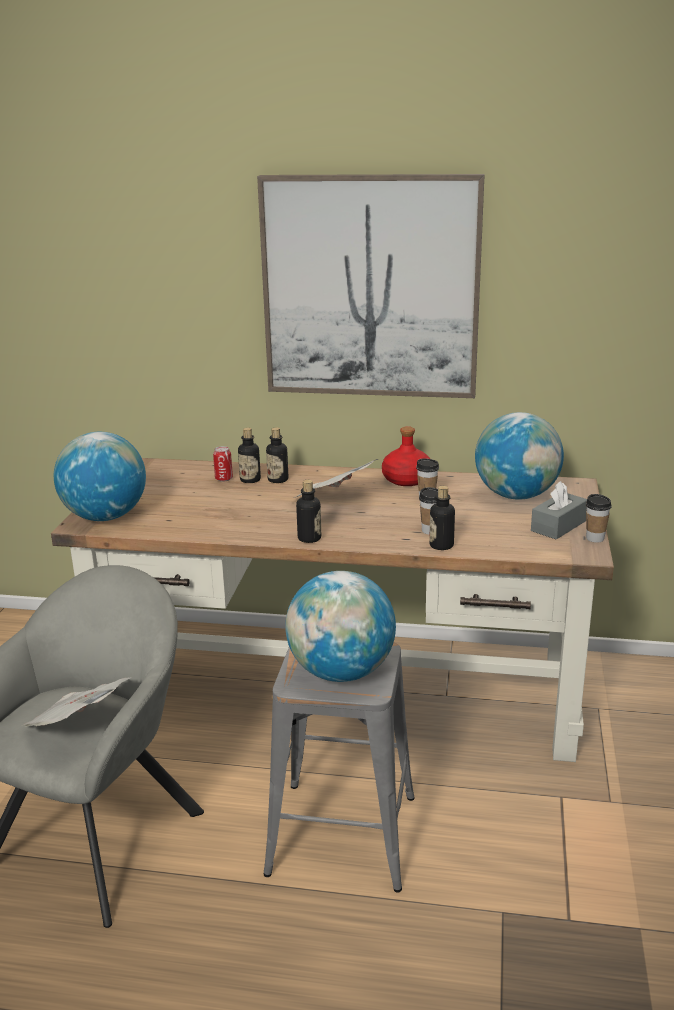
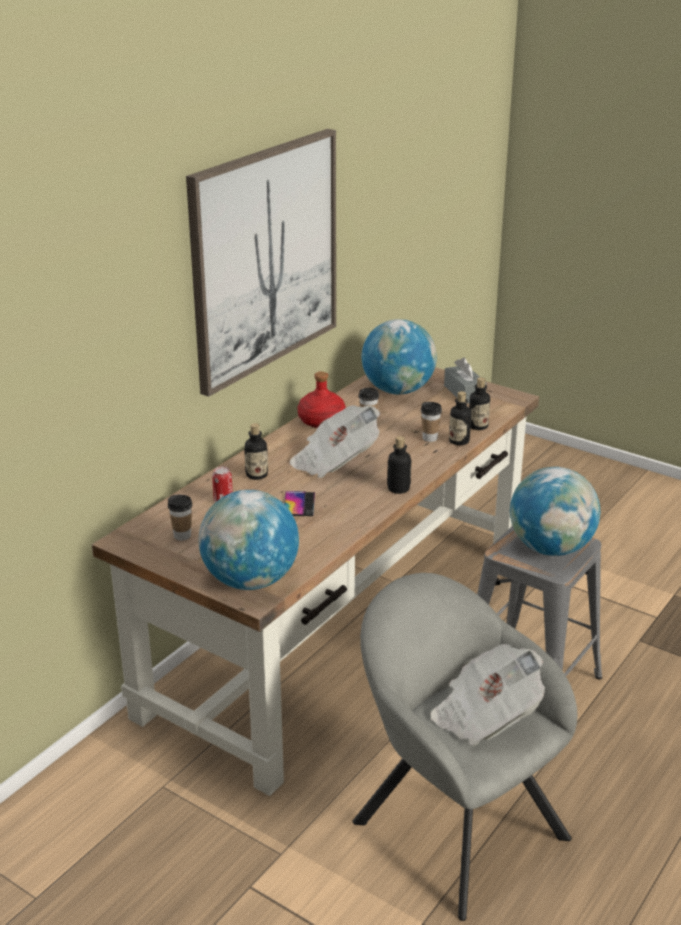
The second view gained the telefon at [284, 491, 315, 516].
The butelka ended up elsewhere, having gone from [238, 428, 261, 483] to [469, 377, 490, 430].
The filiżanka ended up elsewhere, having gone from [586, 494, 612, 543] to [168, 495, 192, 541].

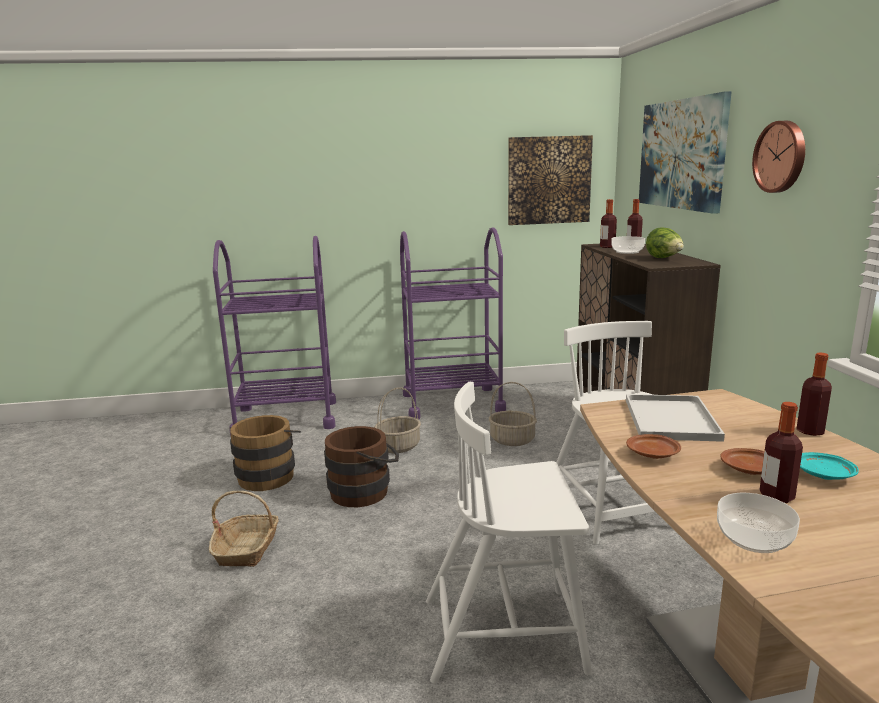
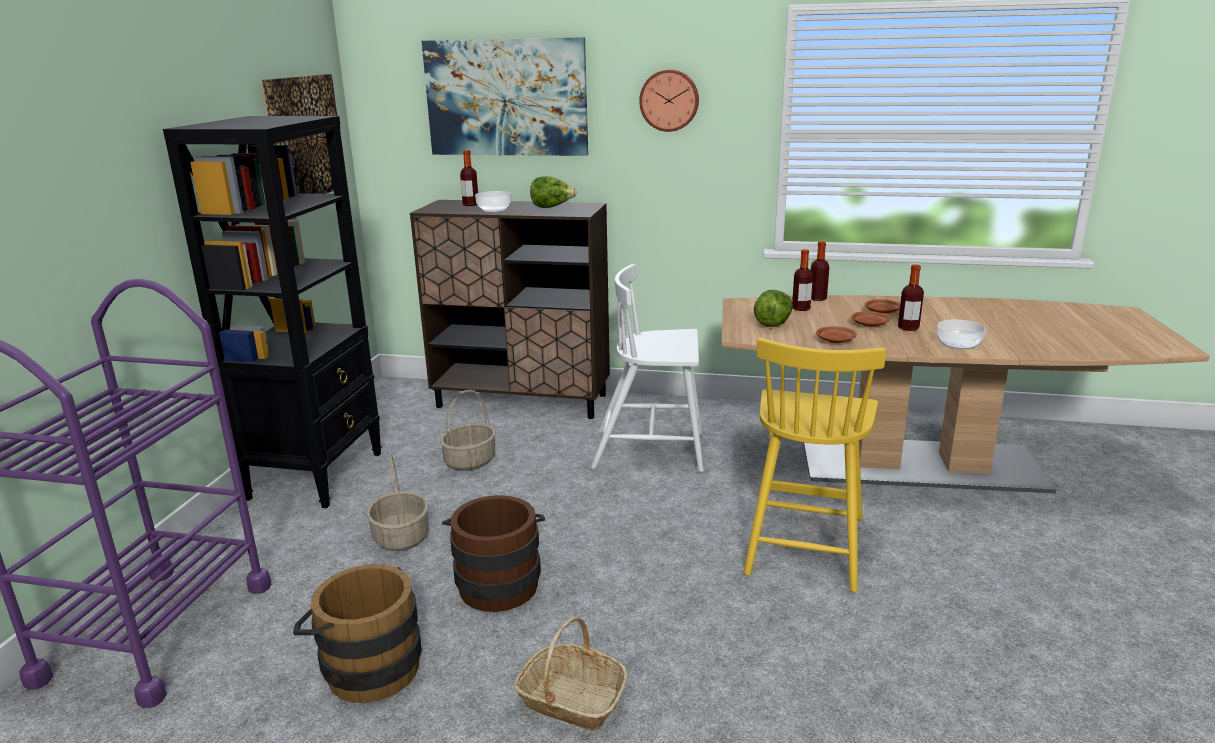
The butelka ended up elsewhere, having gone from [600, 199, 617, 248] to [792, 249, 813, 311].
Where the wózek [fioletowy] stood at [400, 228, 506, 419], the regał [czarny] came to stand at [163, 116, 382, 508].
Where the taca [biały] stood at [626, 394, 725, 442], the sałata came to stand at [754, 290, 793, 327].
What was the krzesło [biały] at [426, 382, 592, 684] turned into the krzesło [żółty] at [744, 338, 886, 592].
What was the talerz [turkusowy] at [800, 452, 859, 480] turned into the talerz [brązowy] at [865, 299, 900, 314].

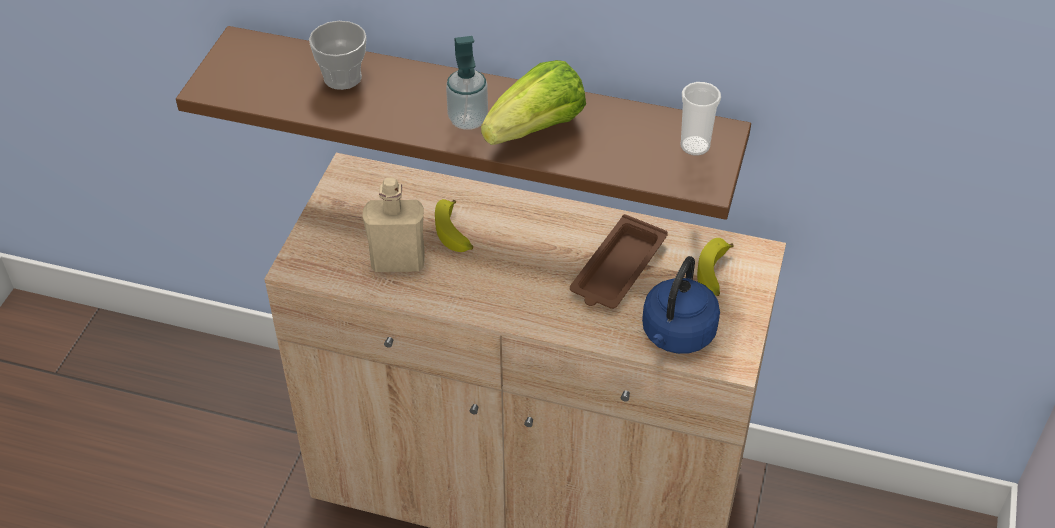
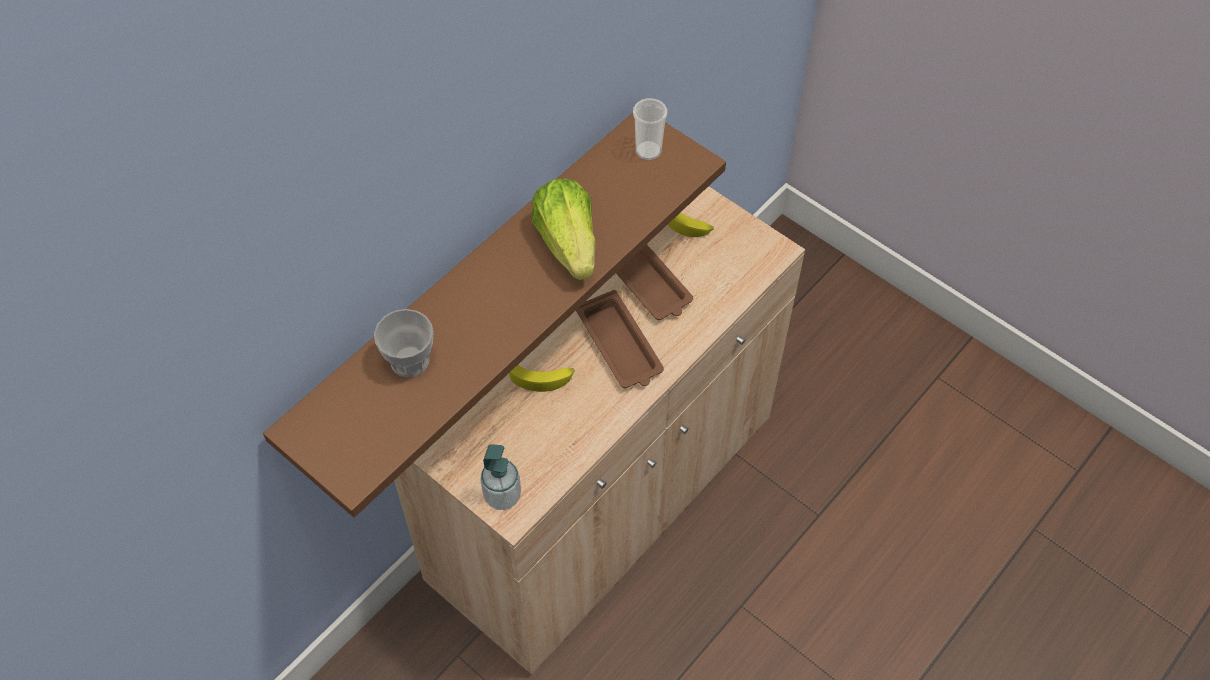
The second view lost the butelka [beżowy] at [362, 178, 425, 272].
The second view lost the czajnik [niebieski] at [642, 256, 720, 354].
The second view gained the taca [brązowy] at [576, 290, 664, 388].
The dozownik mydła ended up elsewhere, having gone from [446, 36, 488, 130] to [480, 444, 521, 510].

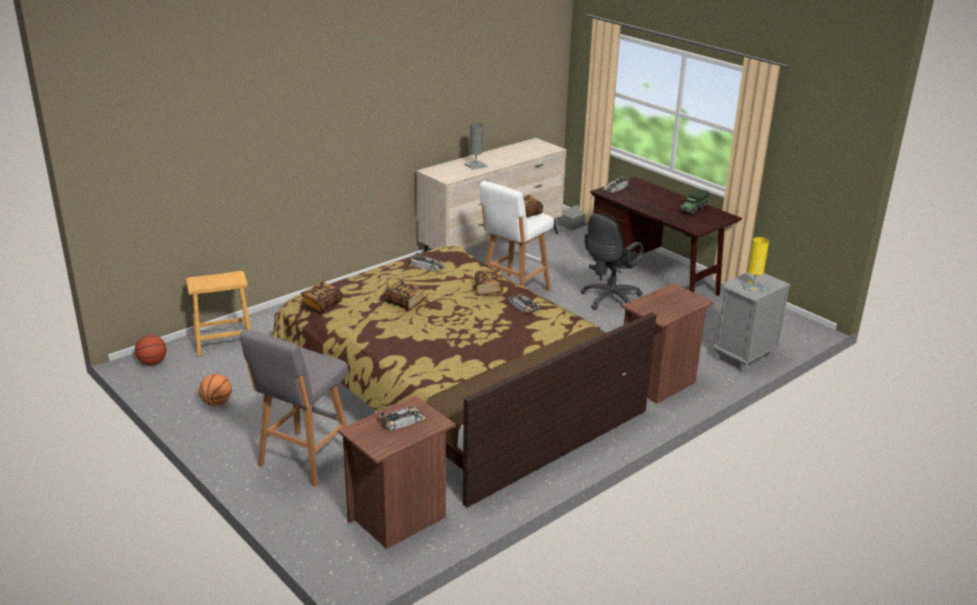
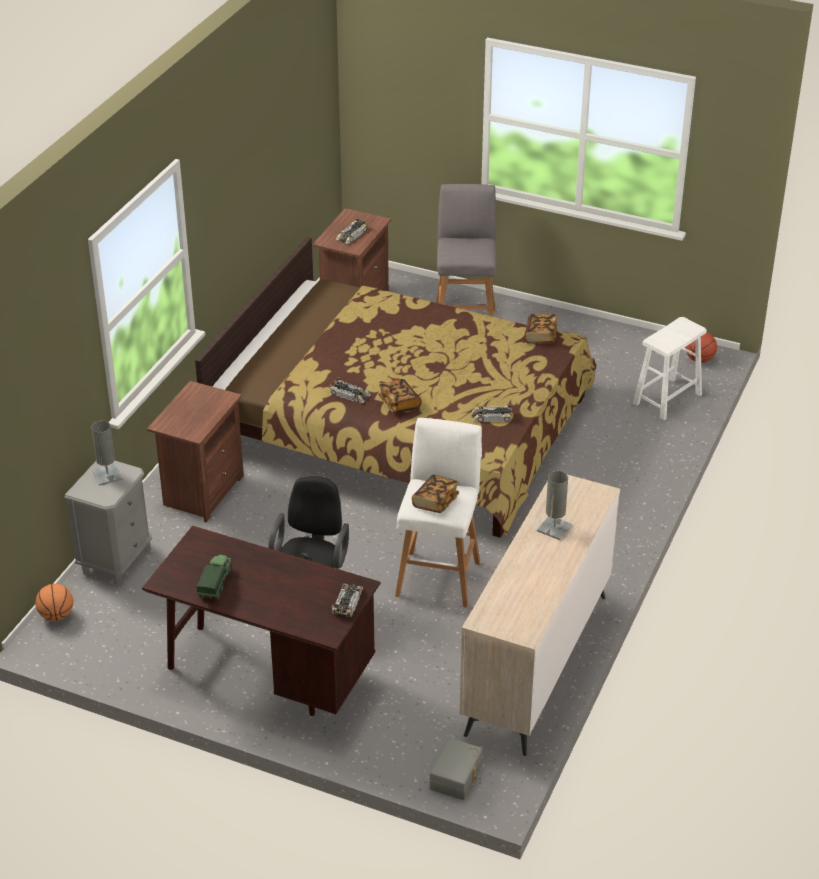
The second view lost the książka at [384, 280, 426, 311].
The piłka do koszykówki ended up elsewhere, having gone from [199, 374, 232, 406] to [35, 584, 73, 621].
What was the stołek [brązowy] at [186, 271, 251, 356] turned into the stołek [biały] at [633, 317, 707, 420].
What was the lampa stołowa [żółty] at [741, 237, 769, 292] turned into the lampa stołowa [szary] at [91, 421, 123, 486].

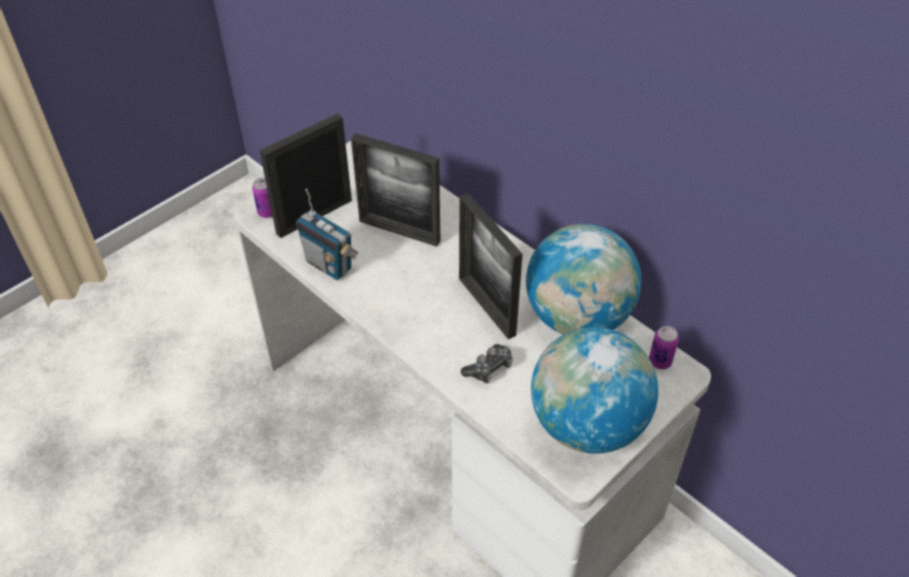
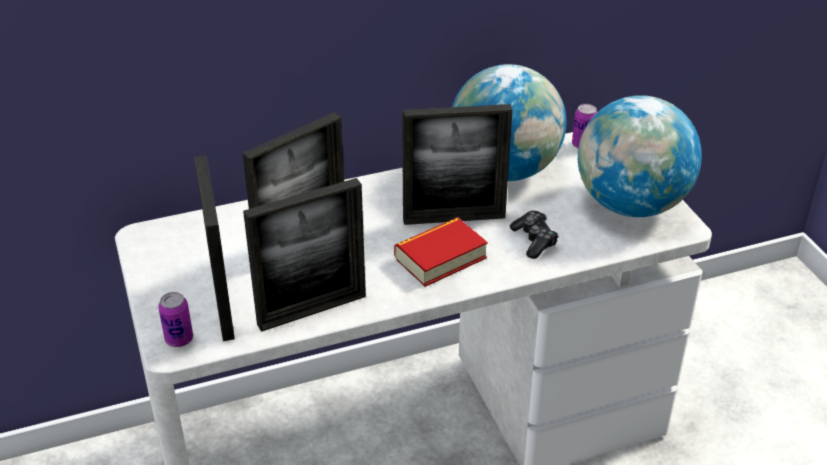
The second view gained the książka at [394, 217, 488, 287].
Where the radio stood at [296, 189, 359, 280], the ramka na zdjęcie came to stand at [243, 178, 366, 332].

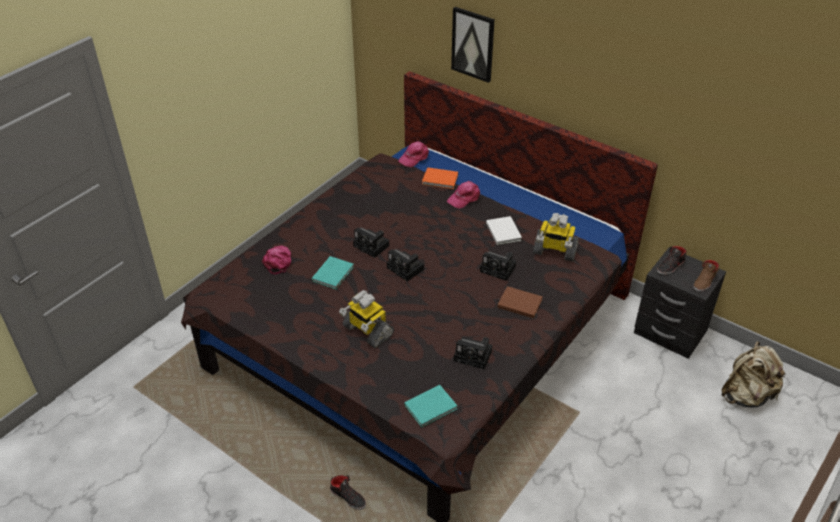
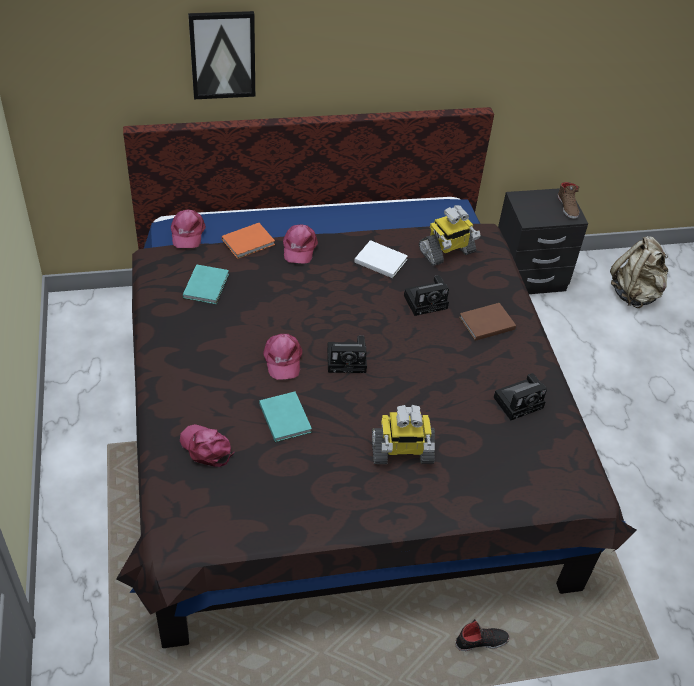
The second view lost the but [czarny] at [657, 246, 687, 275].
The książka [turkusowy] ended up elsewhere, having gone from [404, 385, 457, 427] to [183, 264, 229, 304].
Where the aparat fotograficzny stood at [353, 227, 389, 258], the czapka z daszkiem [różowy] came to stand at [263, 334, 303, 380].

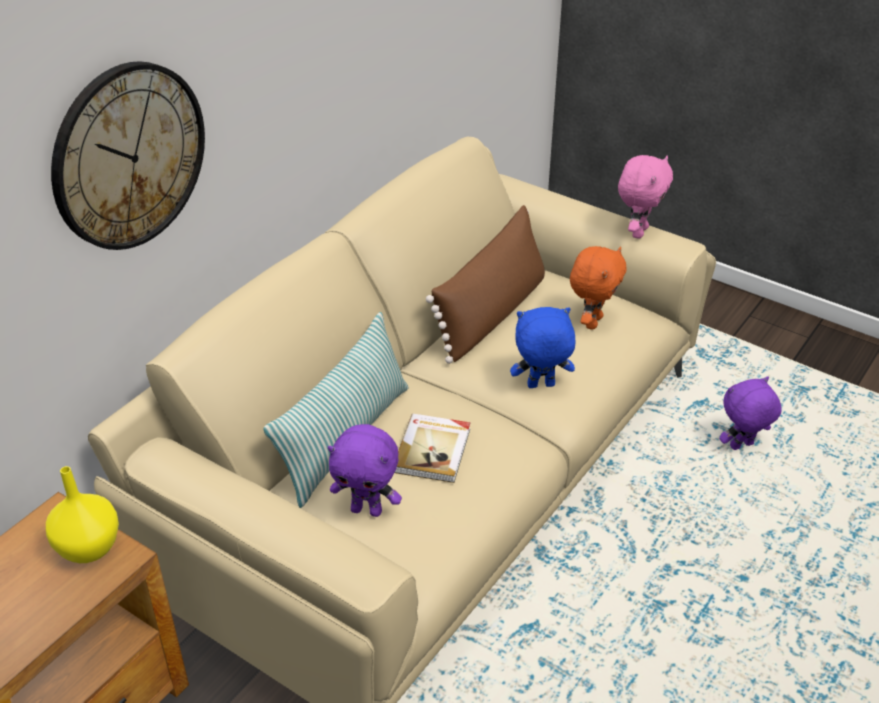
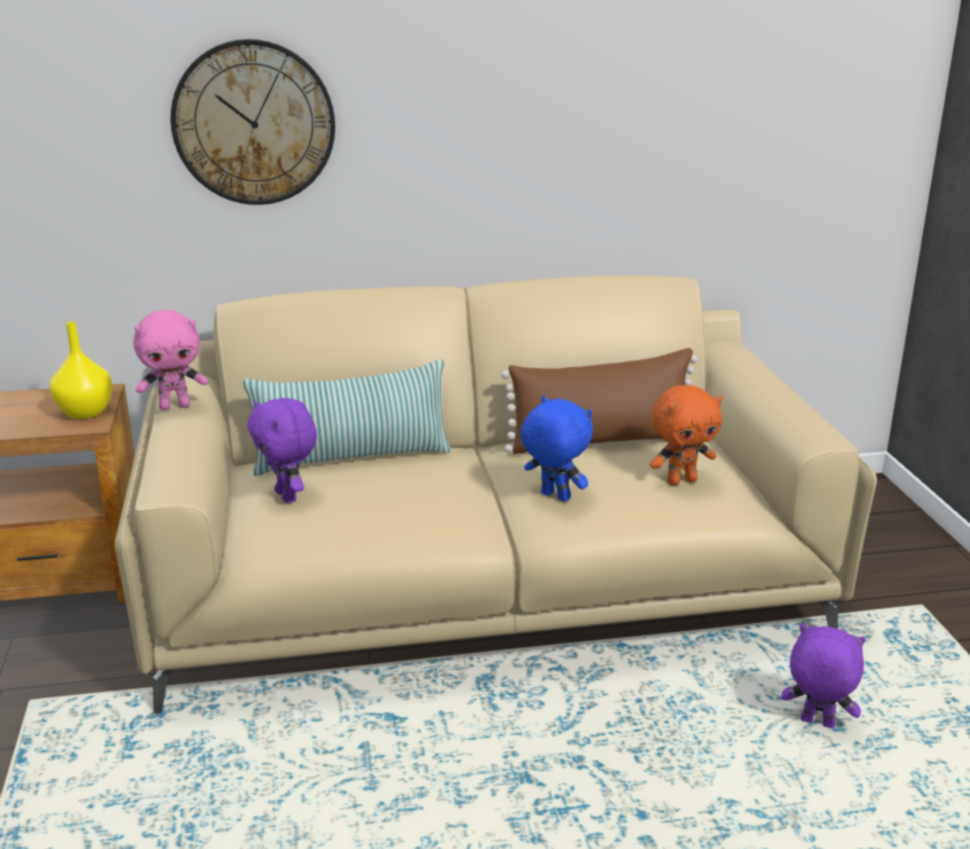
The second view lost the książka at [394, 414, 471, 483].
The pluszak [różowy] ended up elsewhere, having gone from [618, 155, 673, 239] to [133, 310, 208, 410].

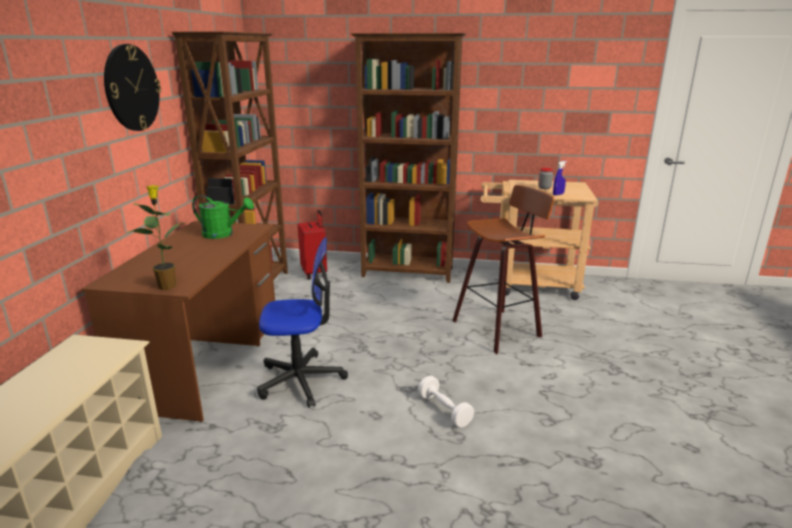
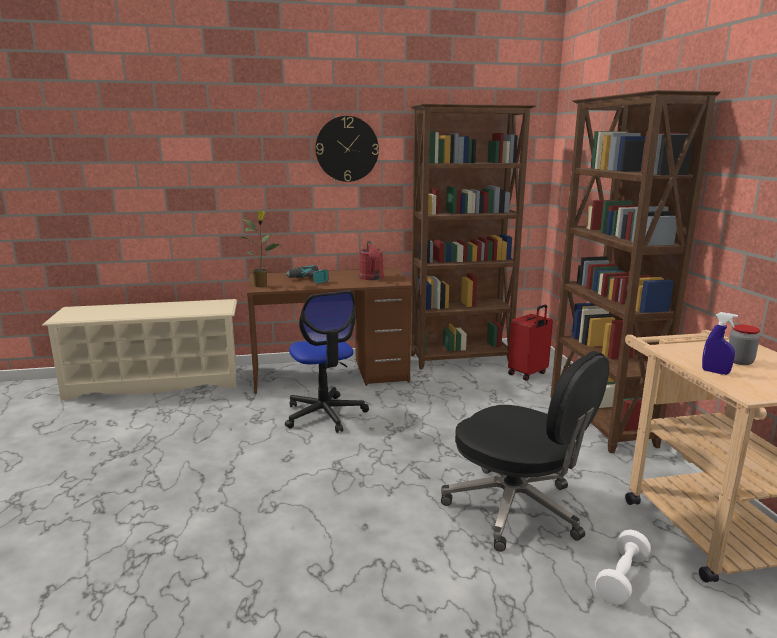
The second view gained the wiertarka at [285, 265, 329, 284].
The hantel [biały] ended up elsewhere, having gone from [418, 376, 474, 428] to [595, 530, 651, 605].
Where the stołek stood at [453, 185, 554, 354], the krzesło biurowe [czarny] came to stand at [441, 351, 609, 552].
What was the konewka [zielony] at [192, 195, 254, 239] turned into the konewka [czerwony] at [359, 241, 384, 280].

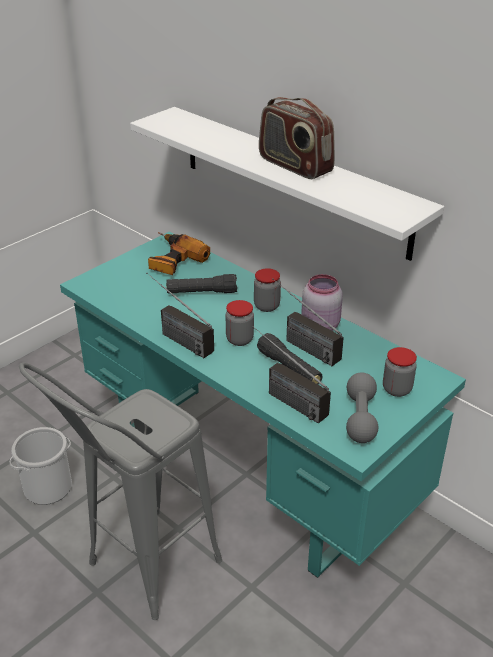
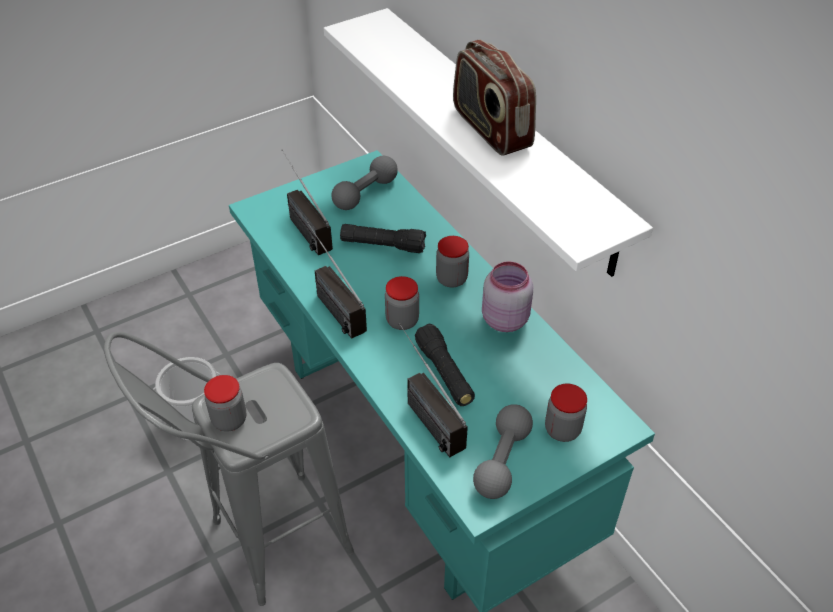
The second view gained the słoik at [204, 375, 246, 432].
The radio ended up elsewhere, having gone from [272, 278, 344, 366] to [281, 149, 333, 255].
Where the wiertarka stood at [148, 232, 210, 275], the hantel [szary] came to stand at [331, 156, 398, 210].

